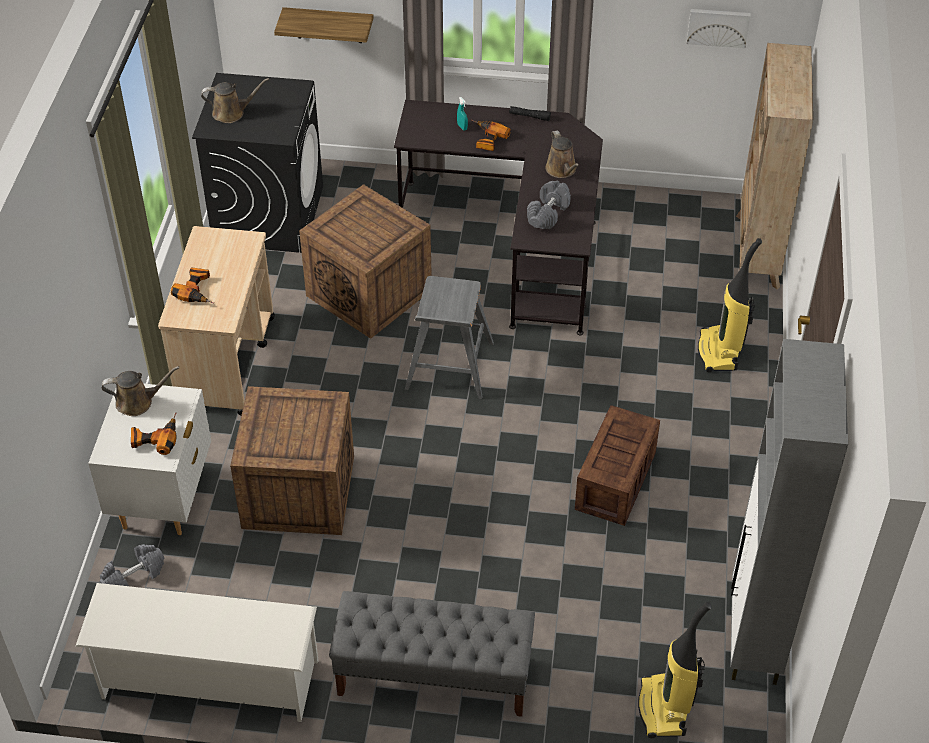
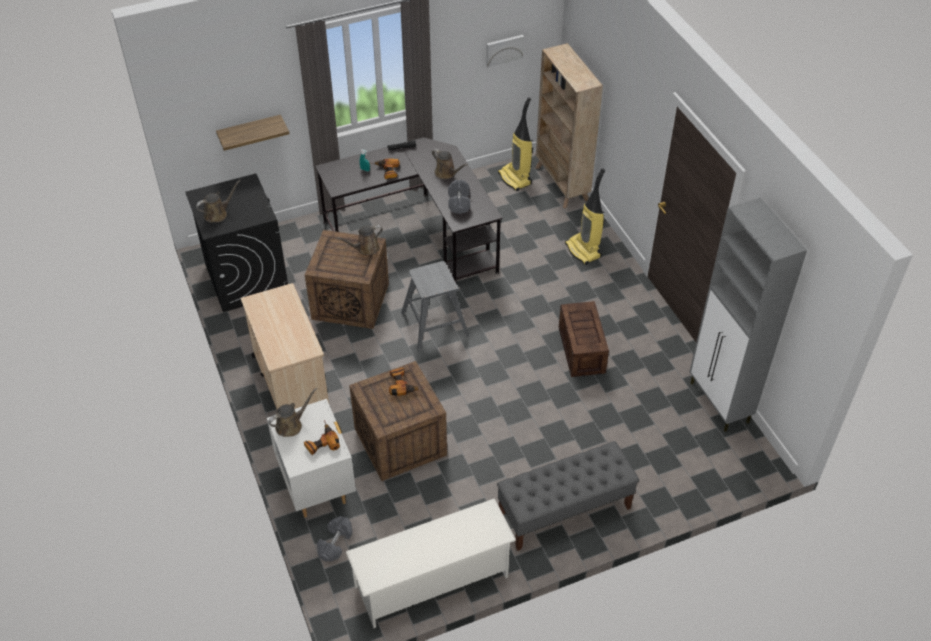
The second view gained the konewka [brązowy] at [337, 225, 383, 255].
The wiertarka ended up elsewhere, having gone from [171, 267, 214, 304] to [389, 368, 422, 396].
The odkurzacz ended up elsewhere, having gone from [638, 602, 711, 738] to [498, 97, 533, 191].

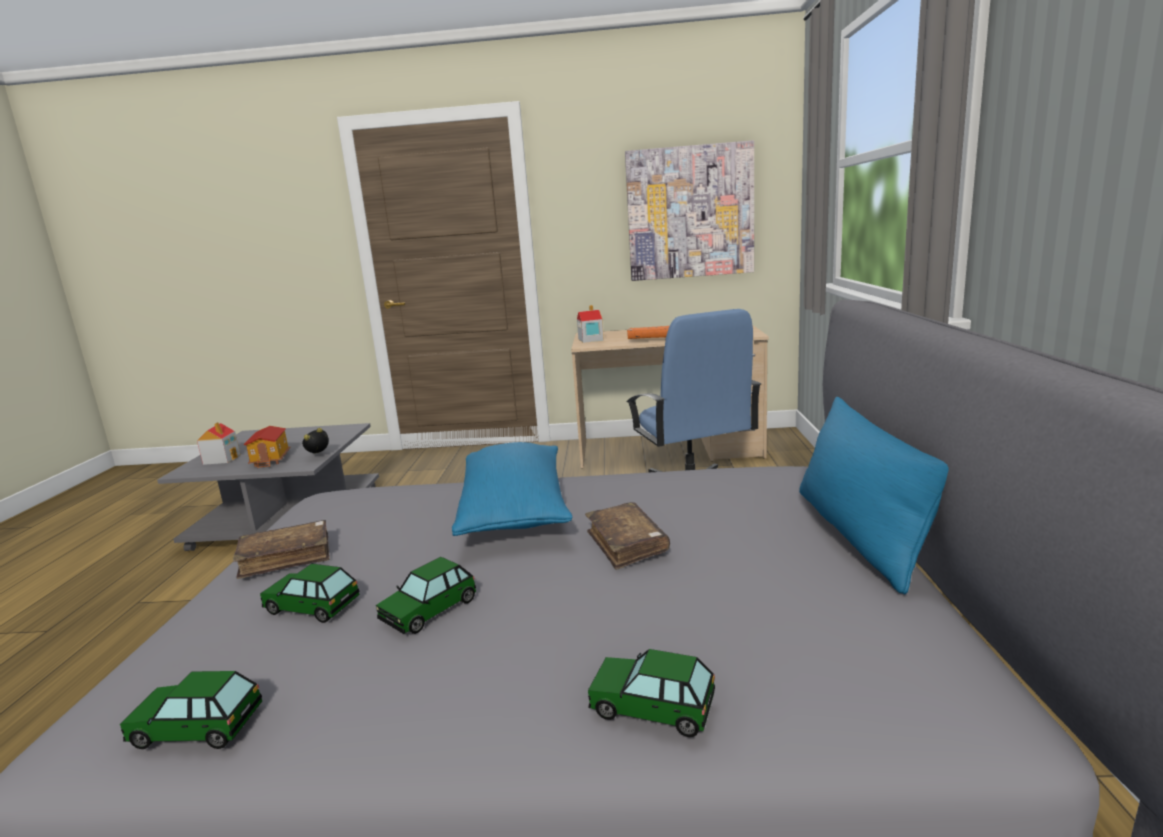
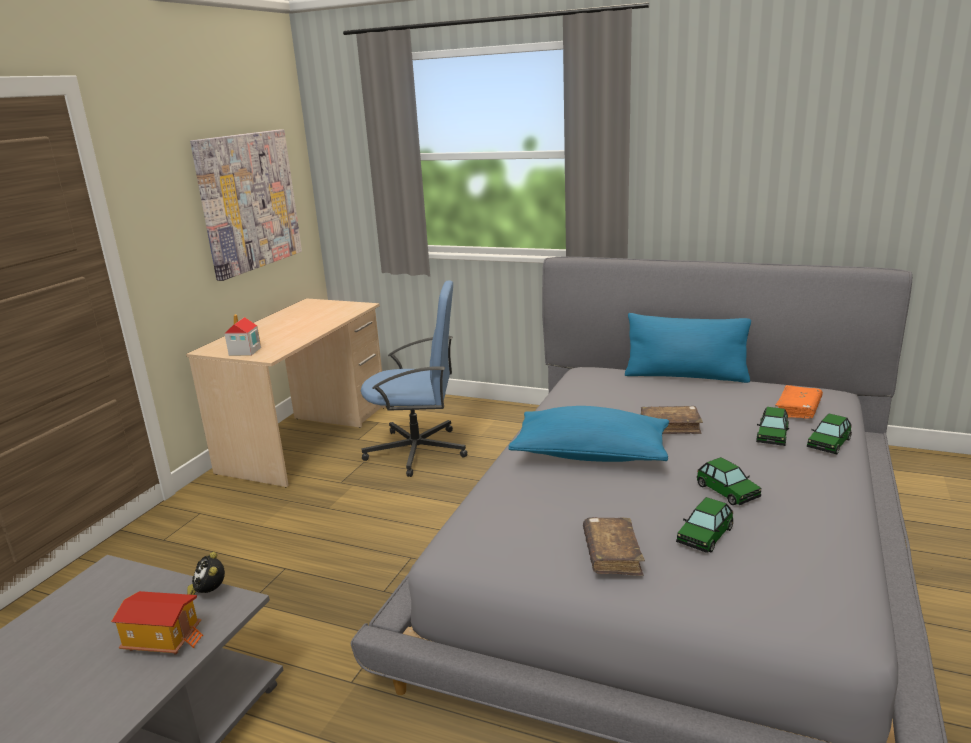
The second view lost the domek at [197, 422, 240, 465].
The samochodzik ended up elsewhere, having gone from [120, 671, 262, 749] to [756, 407, 789, 446].
The książka [pomarańczowy] ended up elsewhere, having gone from [627, 326, 669, 339] to [775, 385, 823, 419].

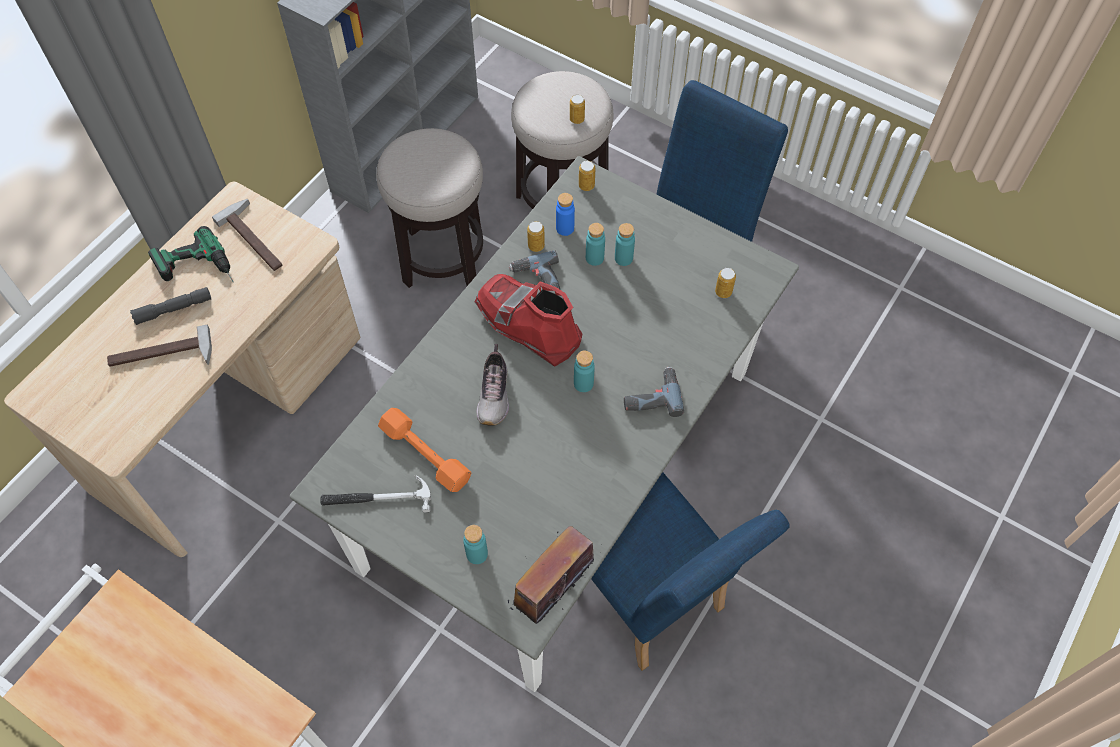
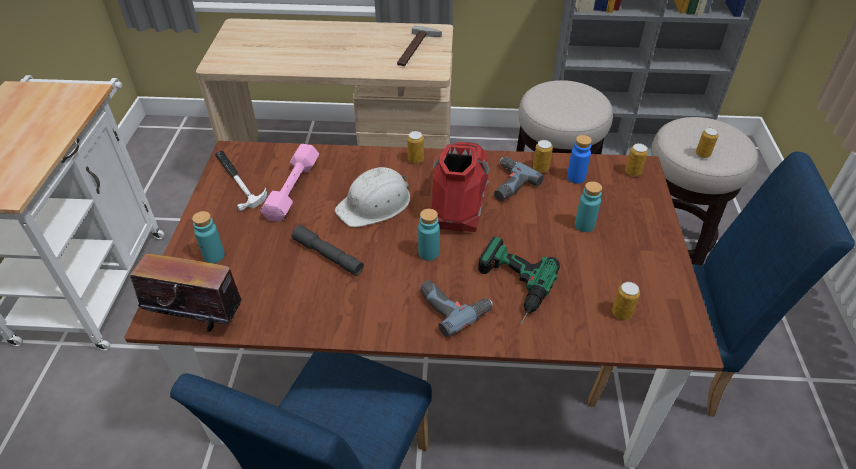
The second view lost the młotek at [107, 325, 212, 367].
The second view lost the butelka [turkusowy] at [586, 223, 605, 266].
The second view gained the puszka at [407, 131, 424, 164].
The latarka [szary] ended up elsewhere, having gone from [130, 287, 211, 325] to [291, 225, 364, 275].
The wiertarka ended up elsewhere, having gone from [148, 226, 233, 281] to [478, 237, 560, 325].
Where the but stood at [476, 344, 509, 426], the kask [biały] came to stand at [335, 167, 410, 227].
What was the stół jadalny [szary] at [290, 156, 799, 692] turned into the stół jadalny [brązowy] at [124, 141, 724, 468].
What was the hantel [pomarańczowy] at [378, 408, 472, 492] turned into the hantel [różowy] at [260, 144, 319, 222].

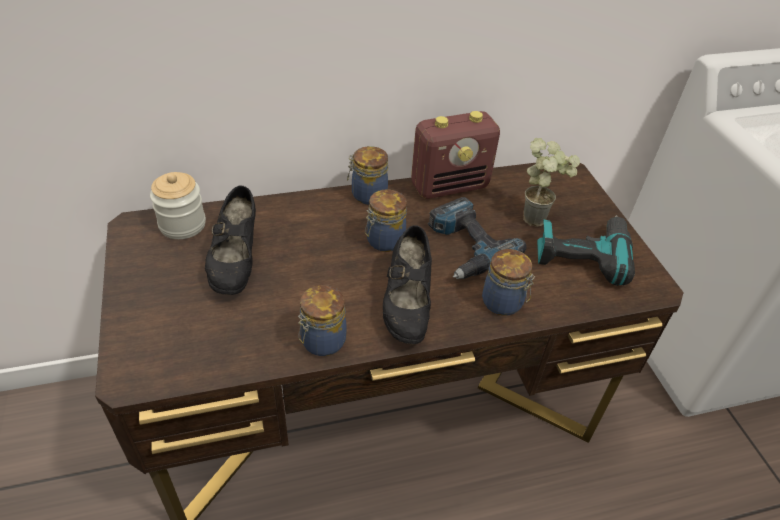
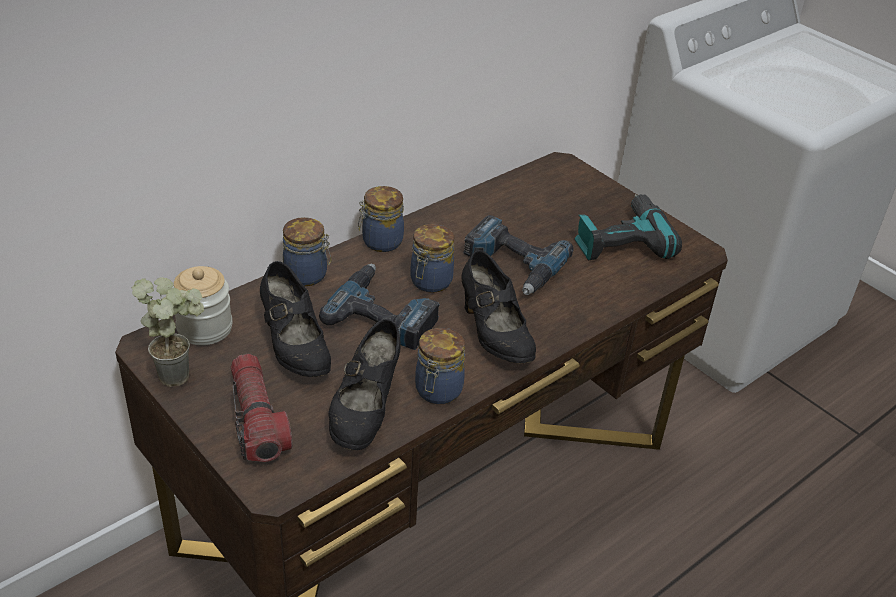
The second view lost the radio at [411, 111, 500, 199].
The second view gained the latarka at [231, 354, 292, 462].
The second view gained the wiertarka at [319, 264, 440, 350].
The second view gained the but [czarny] at [328, 319, 401, 450].
The słoik ended up elsewhere, having gone from [482, 249, 535, 316] to [283, 217, 331, 286].
The roślina doniczkowa ended up elsewhere, having gone from [523, 138, 580, 227] to [131, 277, 204, 387].

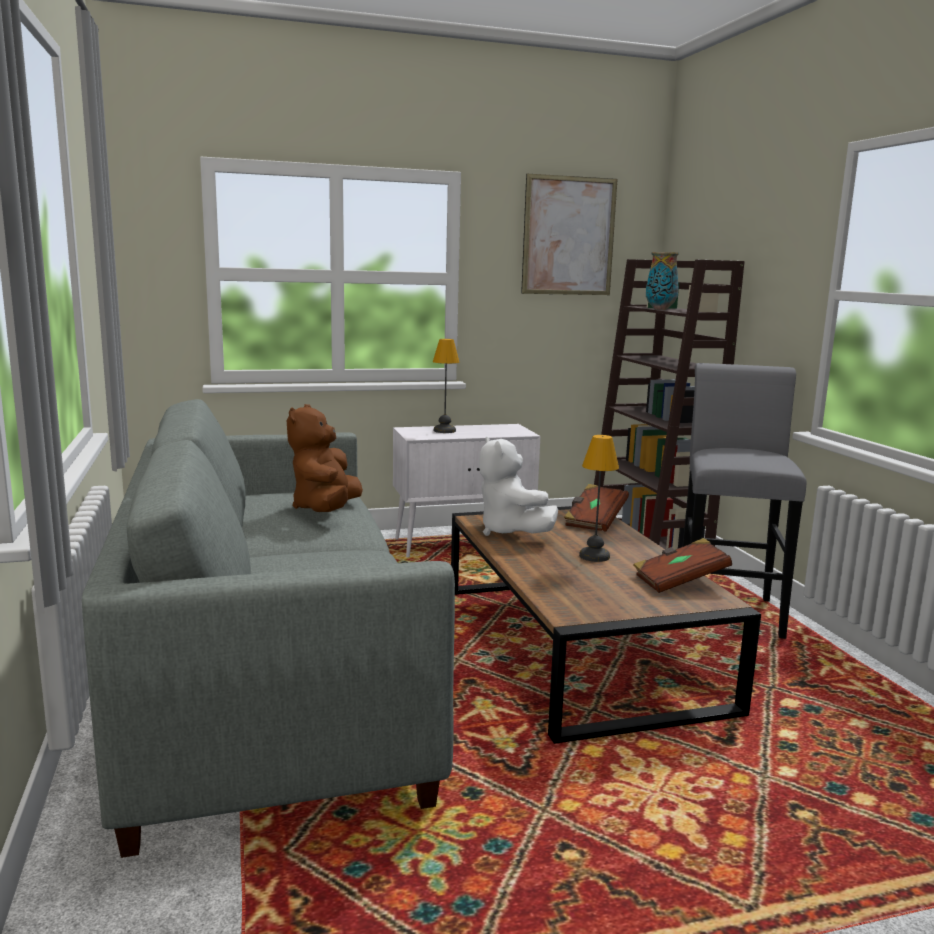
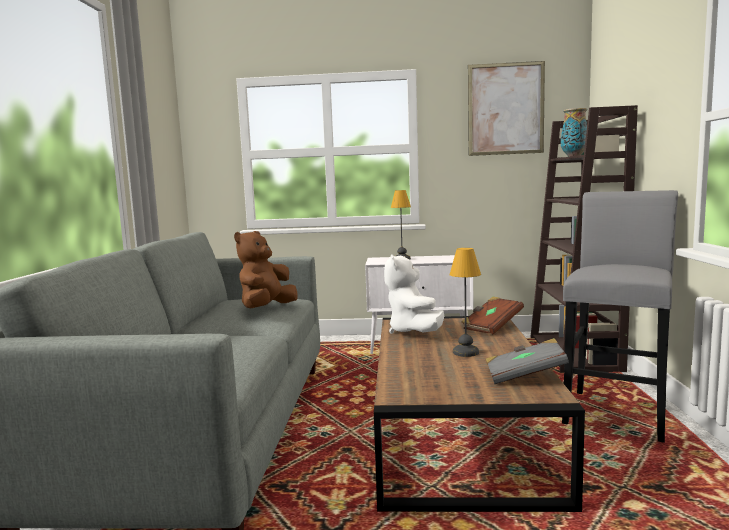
What was the książka [brązowy] at [633, 538, 732, 593] turned into the książka [szary] at [486, 338, 569, 384].

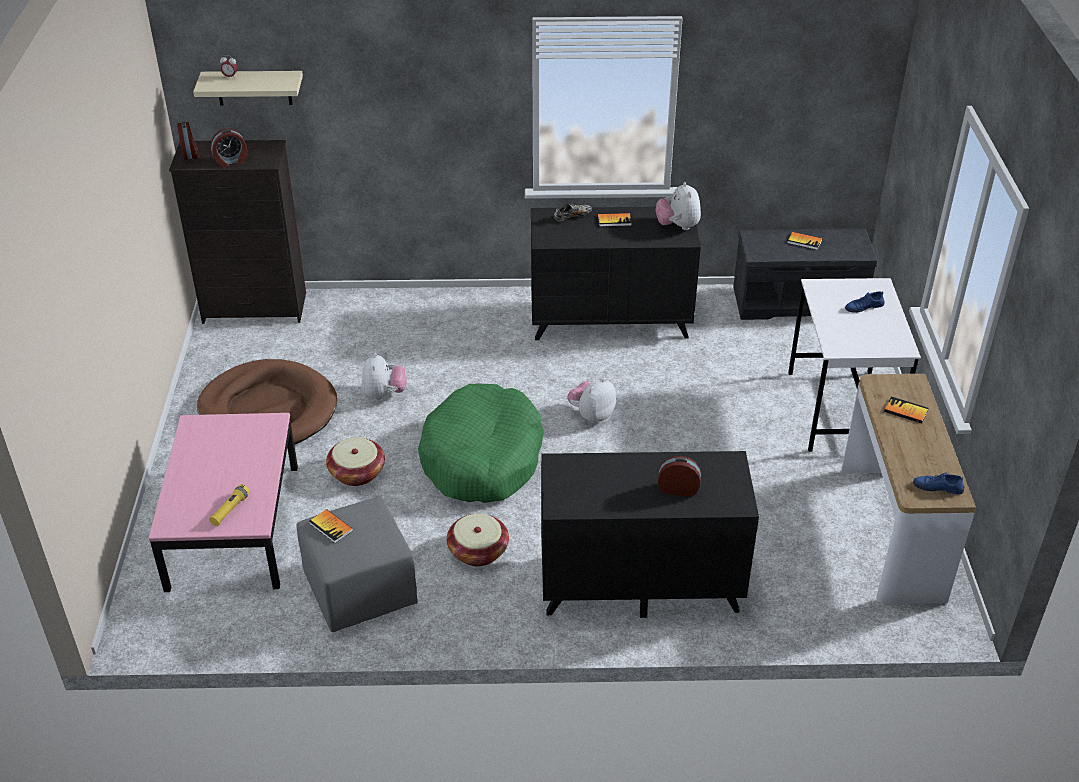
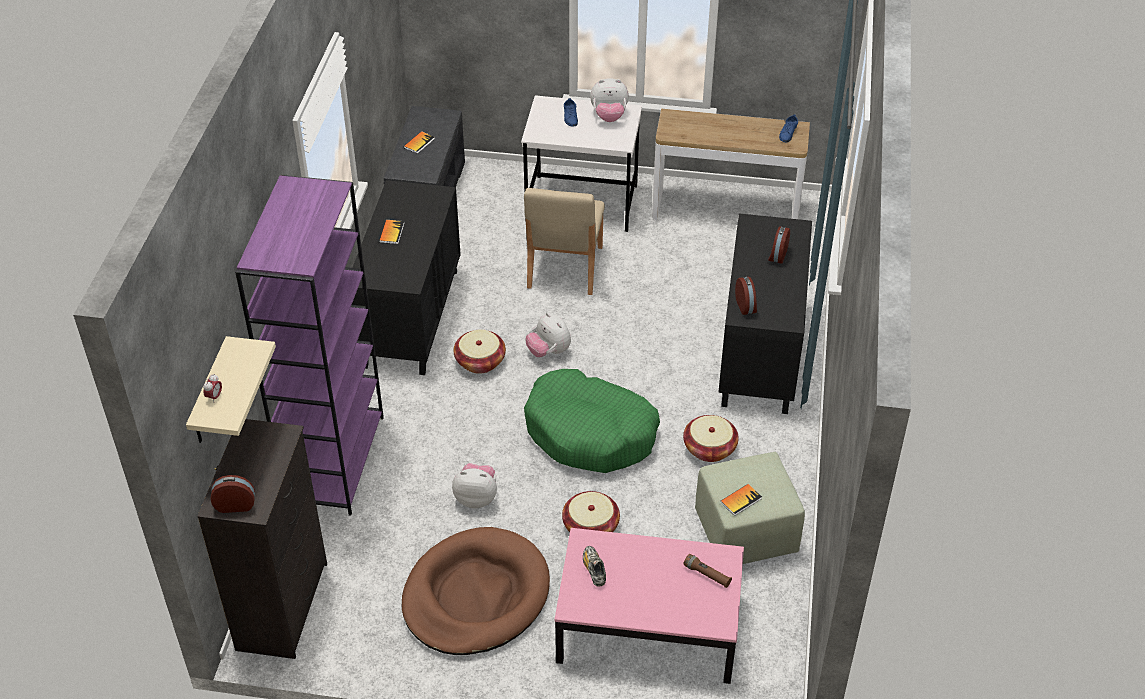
The second view lost the książka at [884, 396, 928, 423].
The second view gained the regał [fioletowy] at [235, 175, 384, 516].
The second view gained the koszyk at [453, 329, 506, 374].
The second view gained the krzesło [beżowy] at [524, 188, 605, 295].
The budzik ended up elsewhere, having gone from [211, 129, 247, 167] to [735, 277, 757, 315].
The but ended up elsewhere, having gone from [554, 204, 592, 222] to [583, 546, 606, 586].
The pluszak ended up elsewhere, having gone from [655, 182, 701, 230] to [590, 78, 629, 122].
What was the latarka [żółty] at [209, 484, 250, 526] turned into the latarka [brązowy] at [684, 554, 732, 588].
What was the pufa [szary] at [296, 497, 418, 632] turned into the pufa [zielony] at [695, 452, 805, 564].

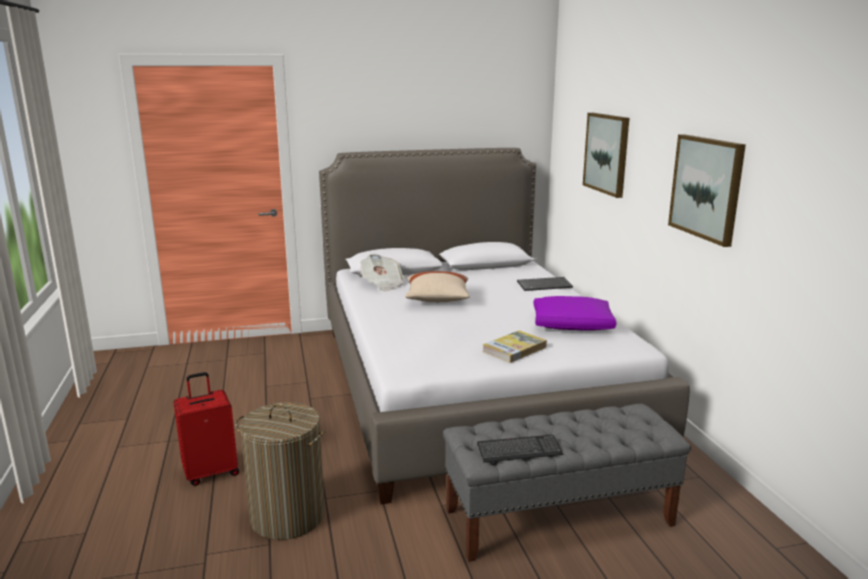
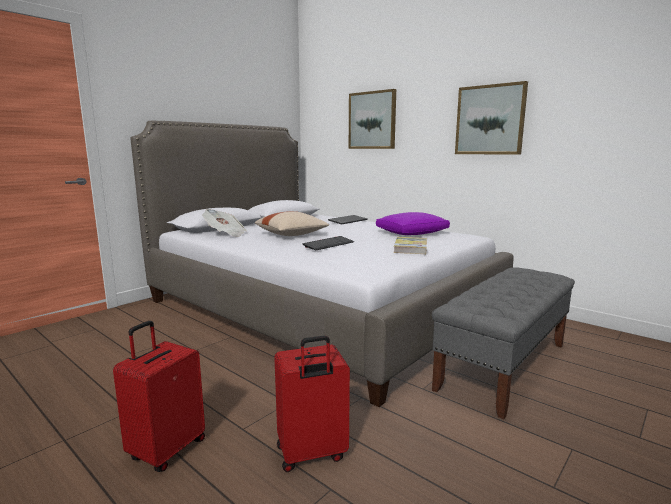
The klawiatura ended up elsewhere, having gone from [477, 435, 563, 462] to [303, 236, 354, 251].
Where the kosz na pranie stood at [235, 402, 325, 540], the walizka [czerwony] came to stand at [274, 336, 350, 472].

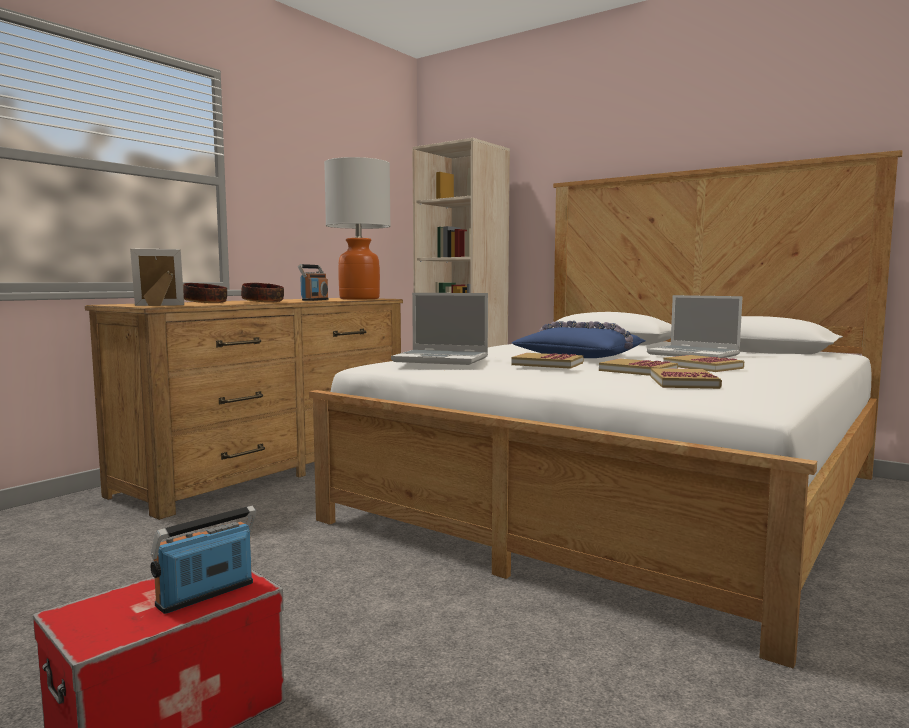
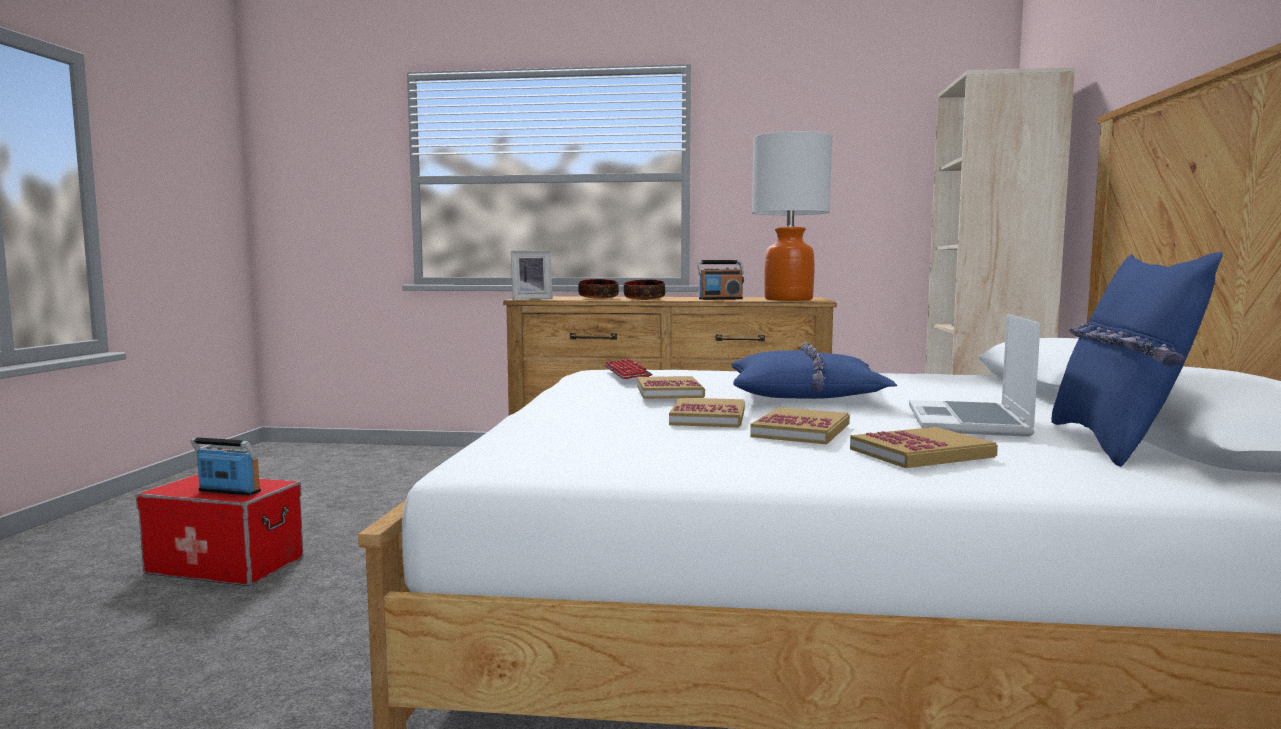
The second view gained the poduszka [niebieski] at [1051, 252, 1223, 467].
The książka ended up elsewhere, having gone from [651, 368, 722, 389] to [850, 427, 998, 468].
Where the laptop stood at [391, 293, 488, 365], the klawiatura came to stand at [604, 359, 652, 379].
The ramka na zdjęcie at [130, 249, 184, 306] ended up facing another way, 120 degrees clockwise from before.

